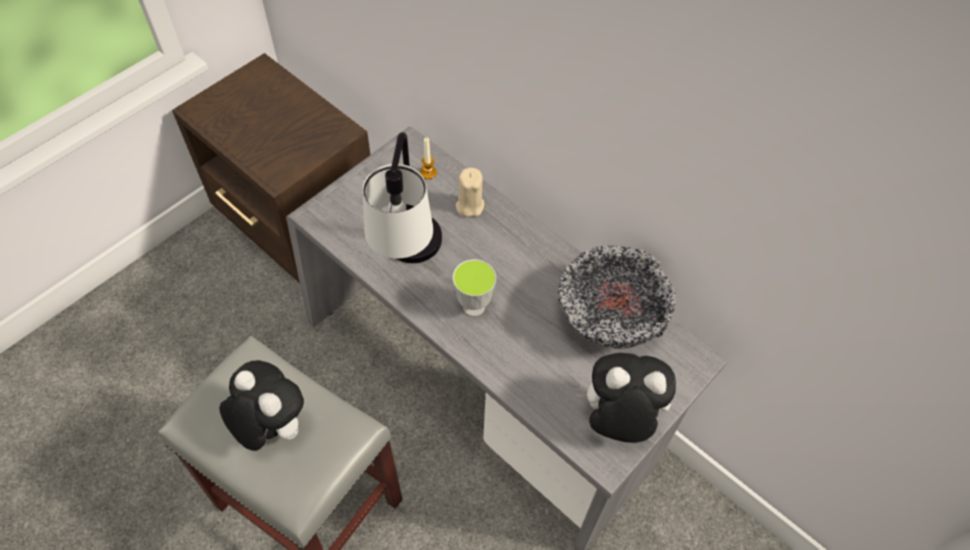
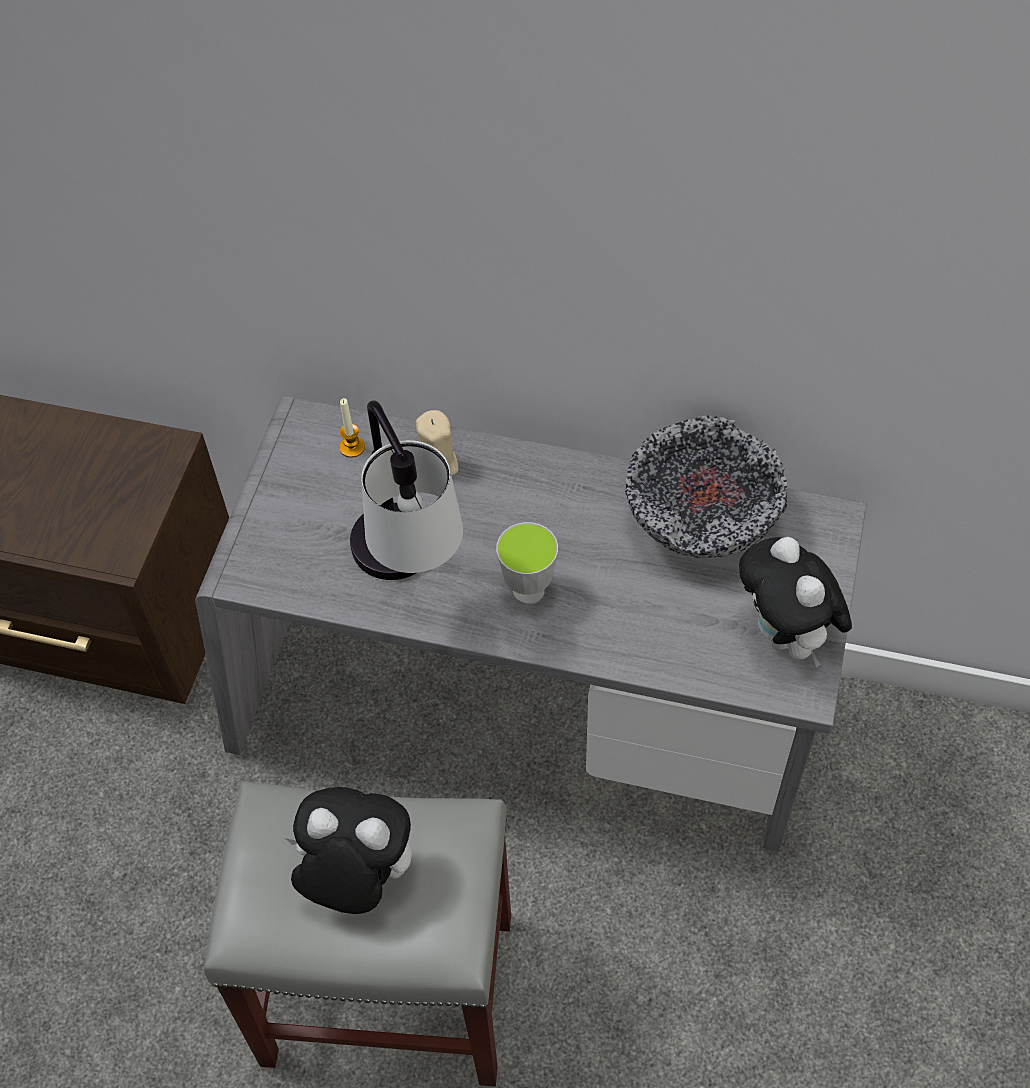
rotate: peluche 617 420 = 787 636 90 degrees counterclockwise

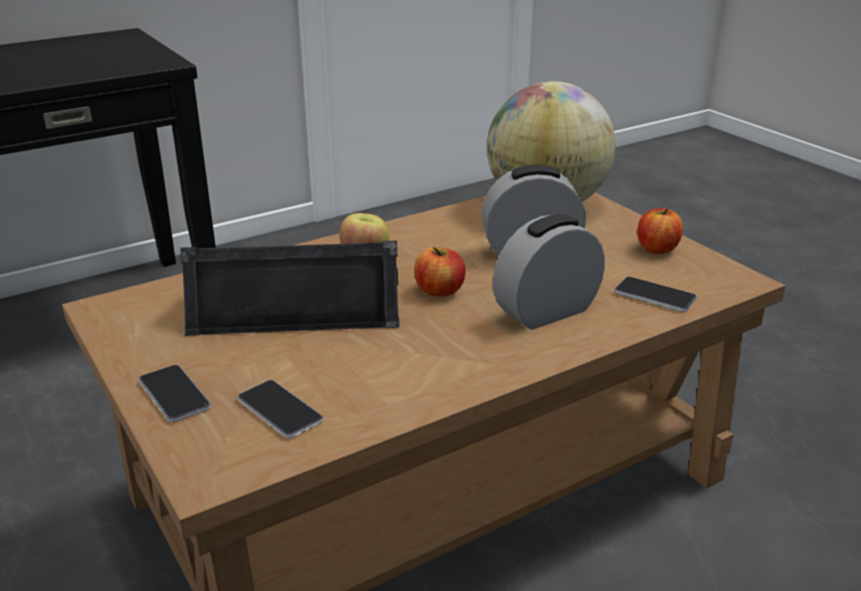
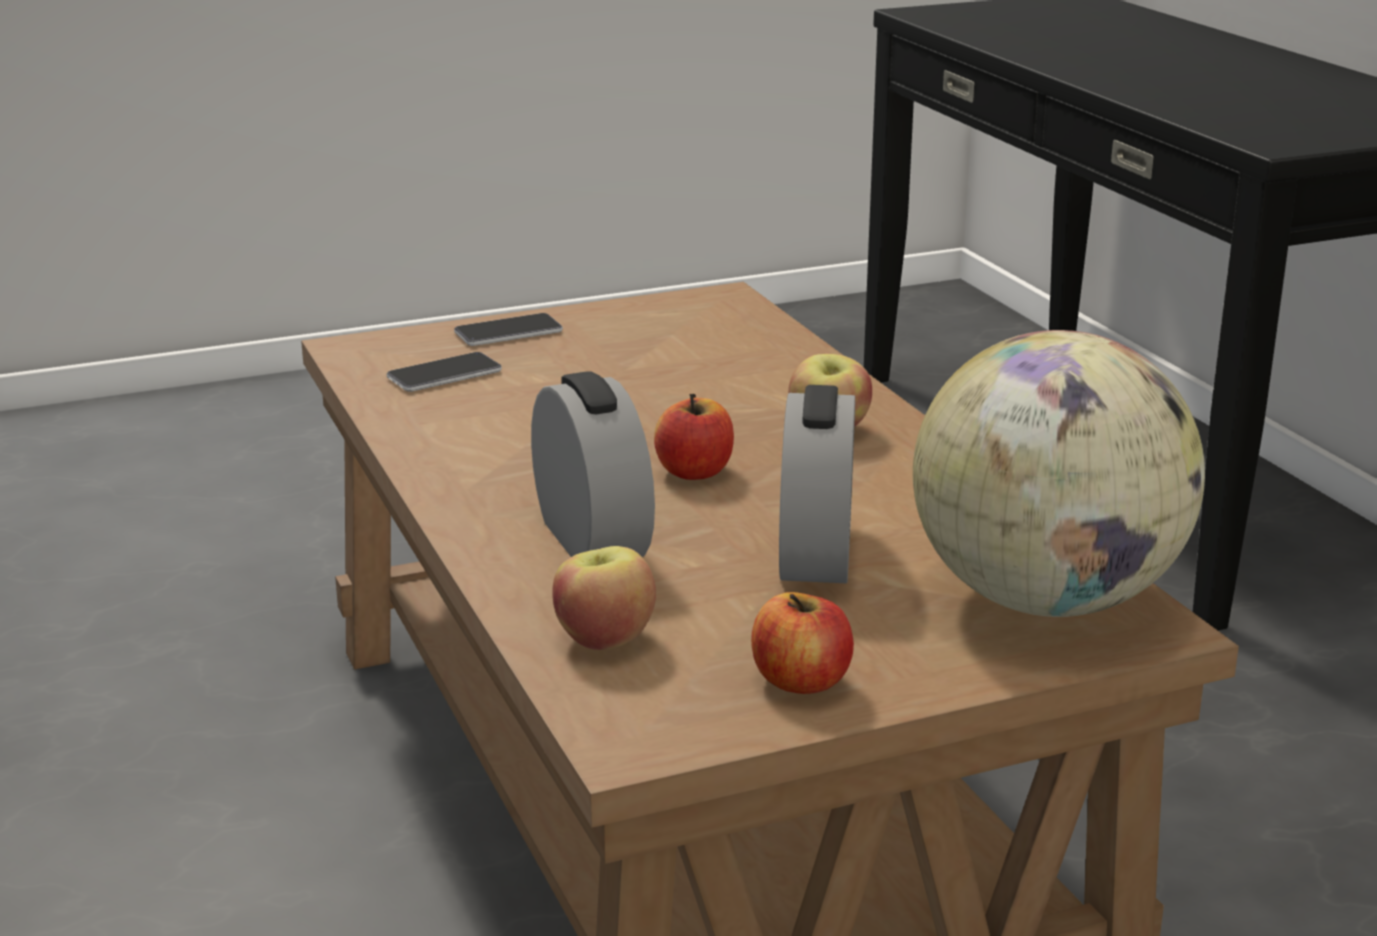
delete: altavoz (negro) 295 307
replace: móvil 654 296 to manzana 604 638

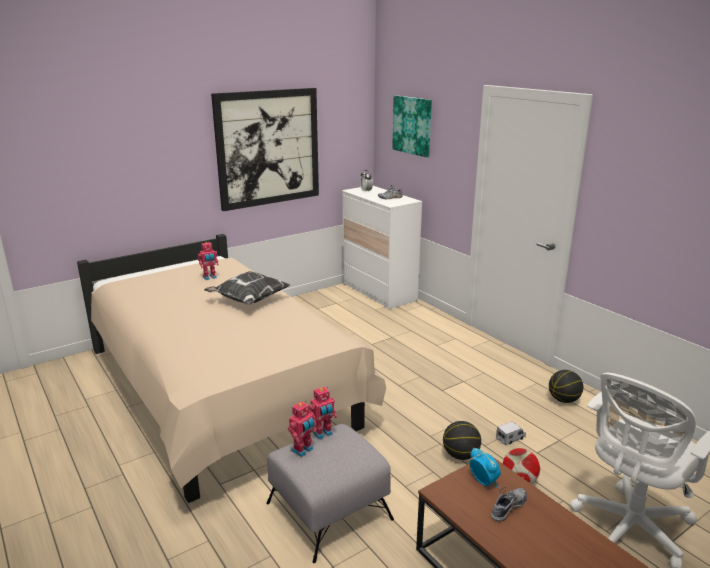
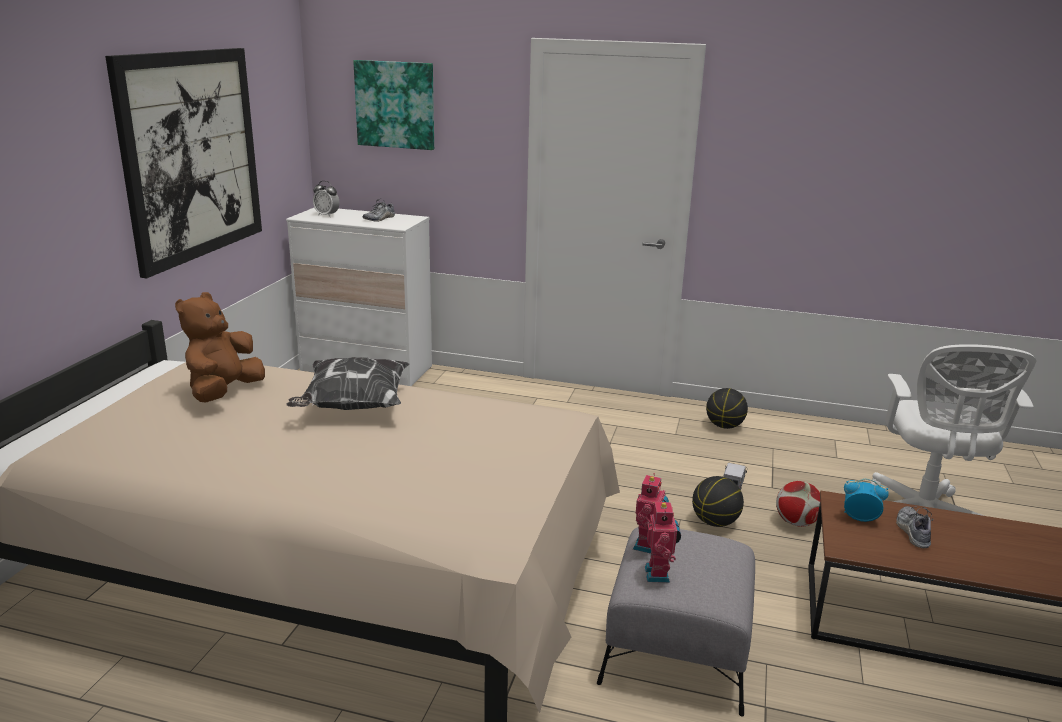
replace: robot de juguete 210 277 to peluche (marrón) 224 393

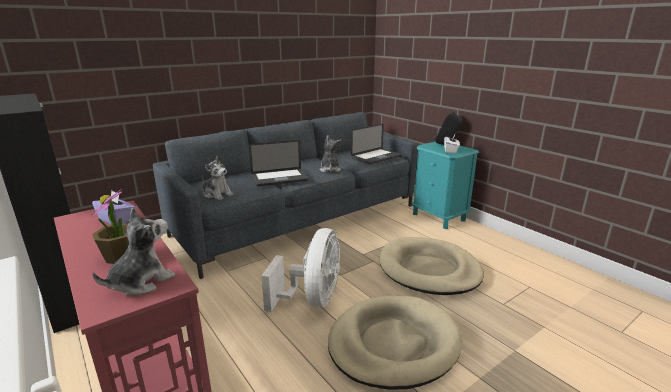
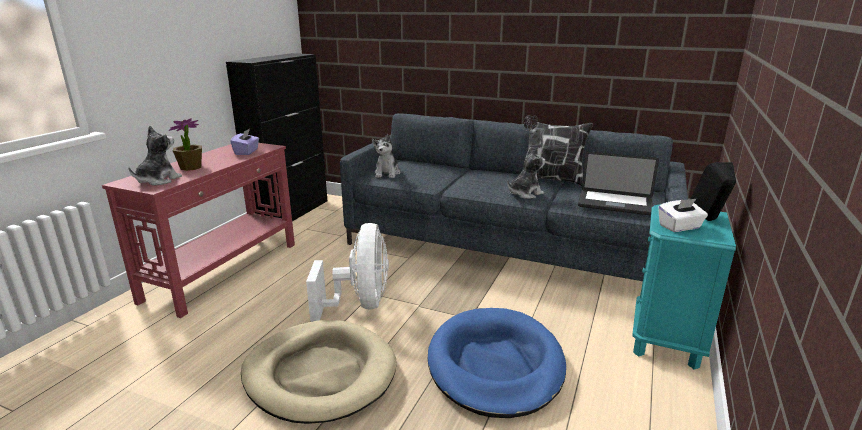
delete: portátil 279 178
insert: cojín 551 180
recolor: cama para perro (beis) 429 269 to cama para perro (azul) 495 365
rotate: peluche 141 282 = 158 180 75 degrees counterclockwise; ventilador (blanco) 312 299 = 360 304 75 degrees counterclockwise

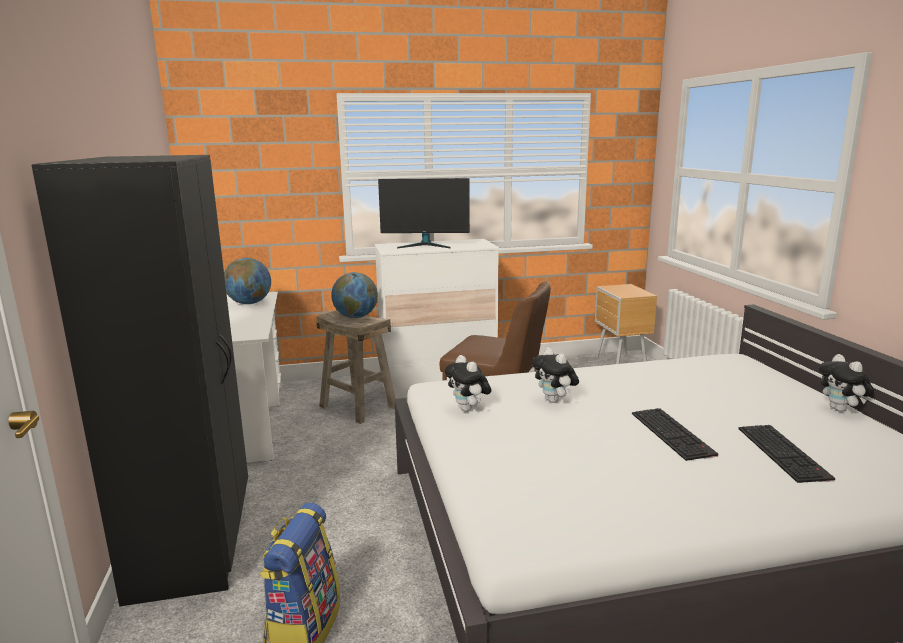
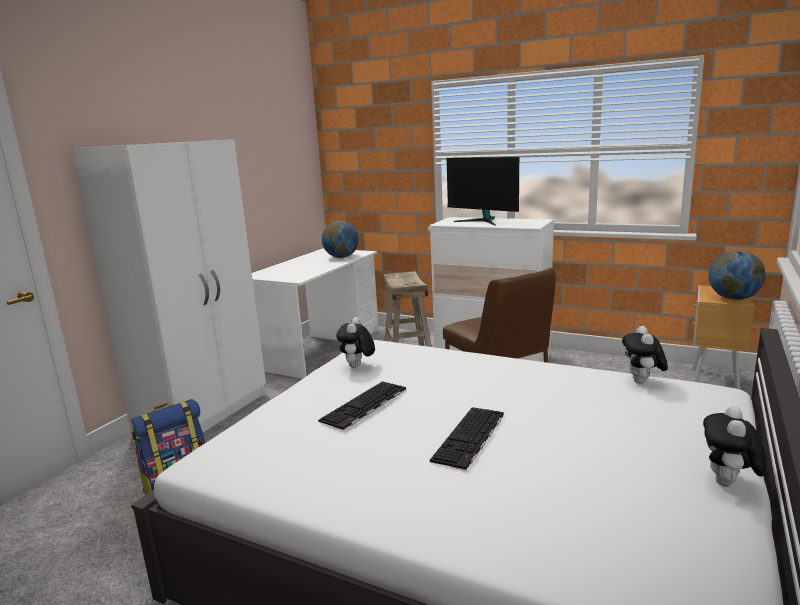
move: globo terráqueo 355 317 to 733 298; peluche 554 401 to 642 382; teclado 785 453 to 364 405
recolor: armario ropero (negro) 195 539 to armario ropero (blanco) 205 413

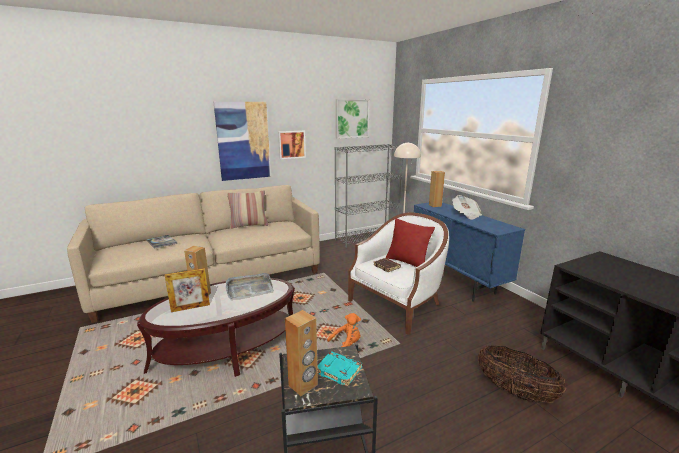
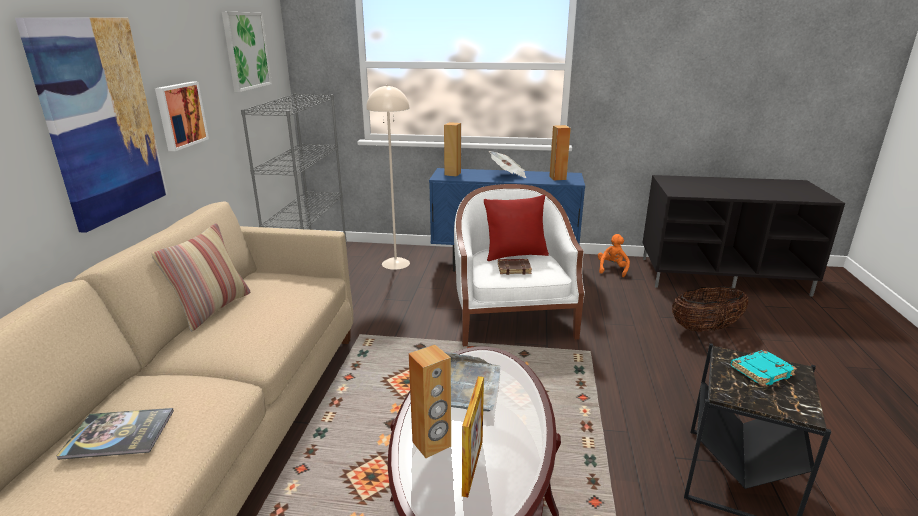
move: altavoz (marrón) 303 385 to 558 178; peluche (naranja) 346 345 to 612 269

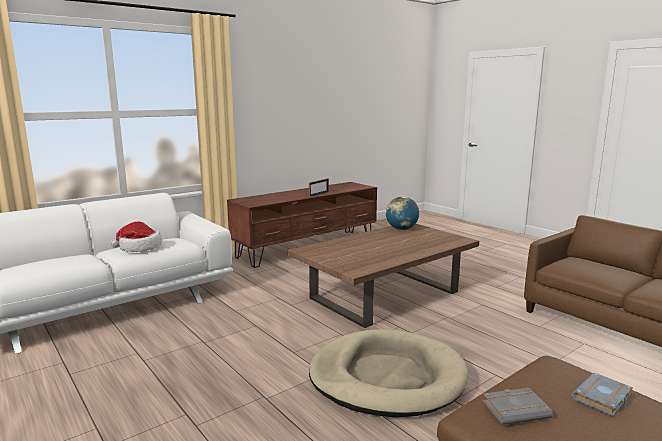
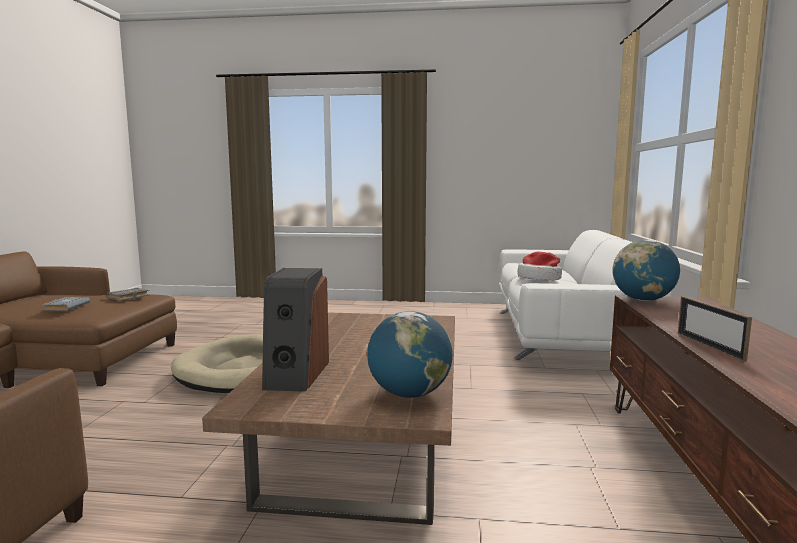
insert: altavoz 296 374; globo terráqueo 643 300

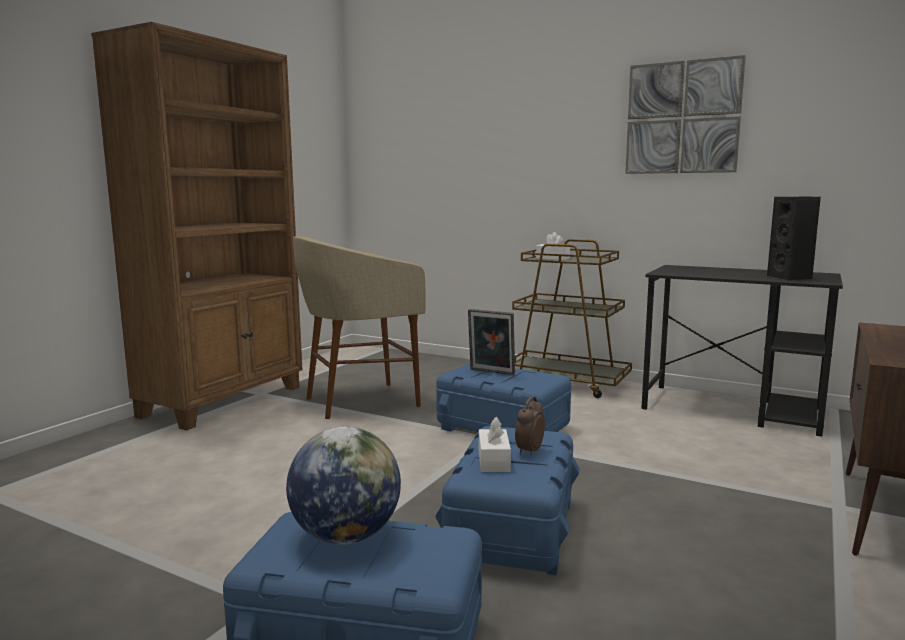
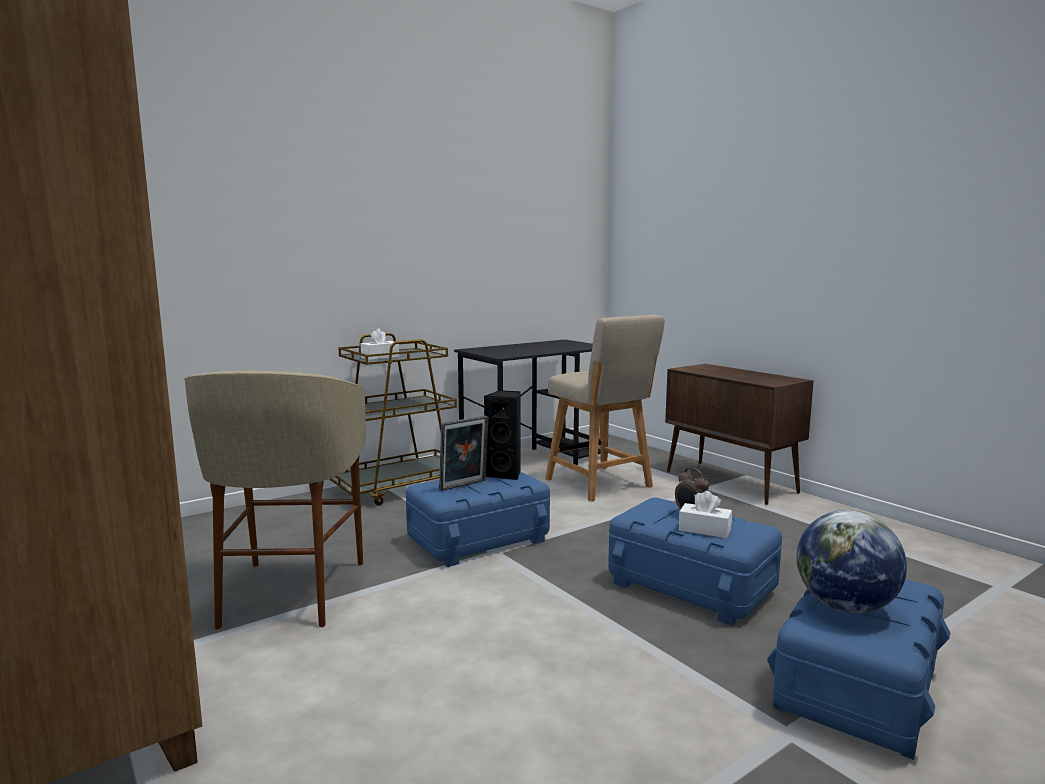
delete: cuadro 682 118
insert: silla (beis) 601 484
move: altavoz (negro) 791 277 to 505 474

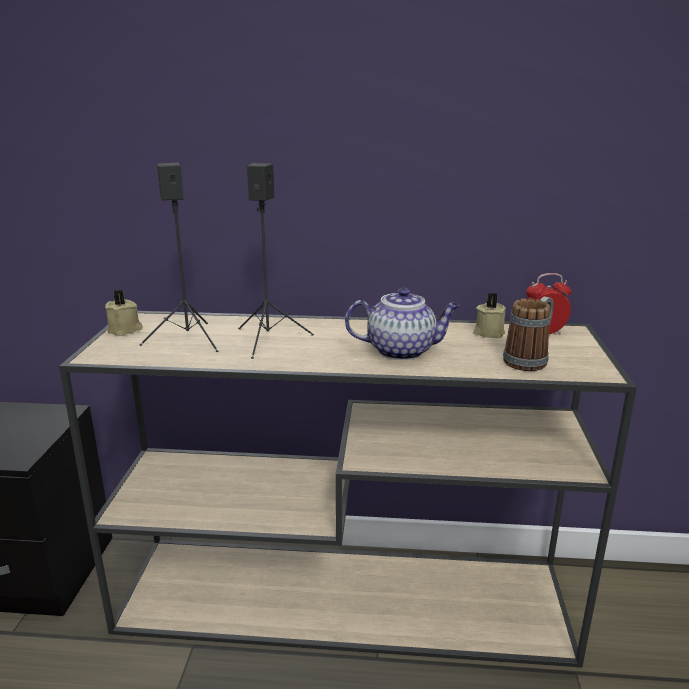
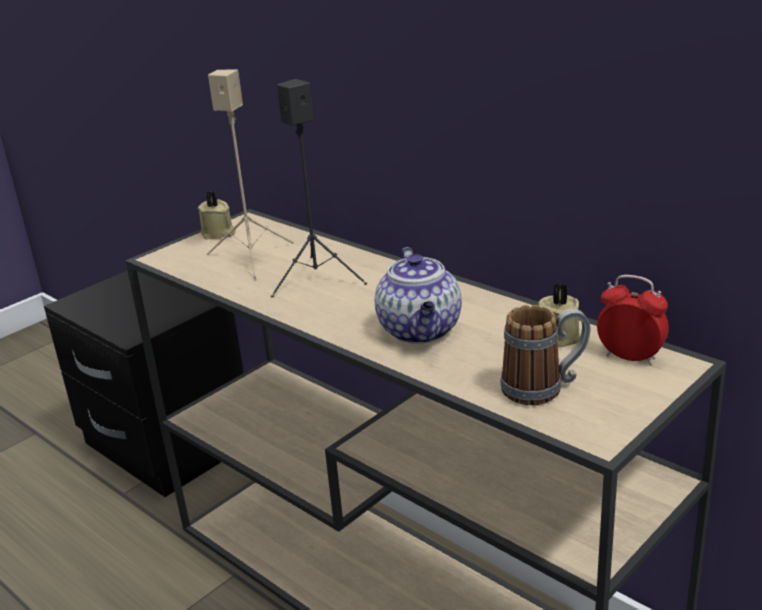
recolor: altavoz (negro) 188 339 to altavoz (beis) 252 258
rotate: tetera 402 351 = 421 331 45 degrees clockwise

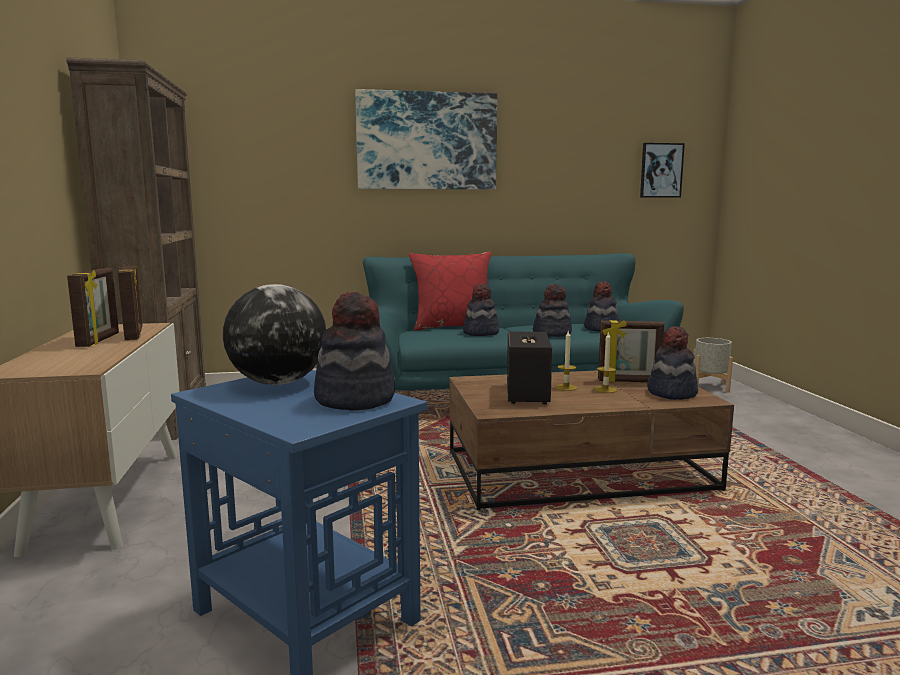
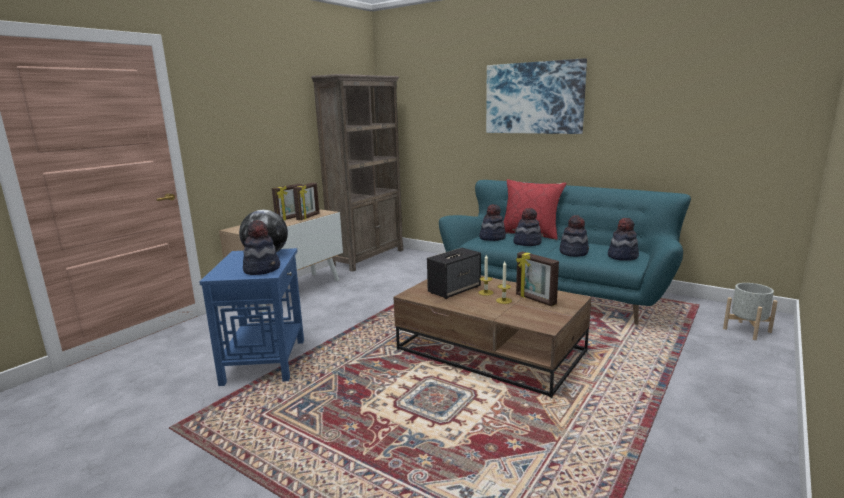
delete: cuadro 661 170
move: sombrero 671 393 to 492 238

